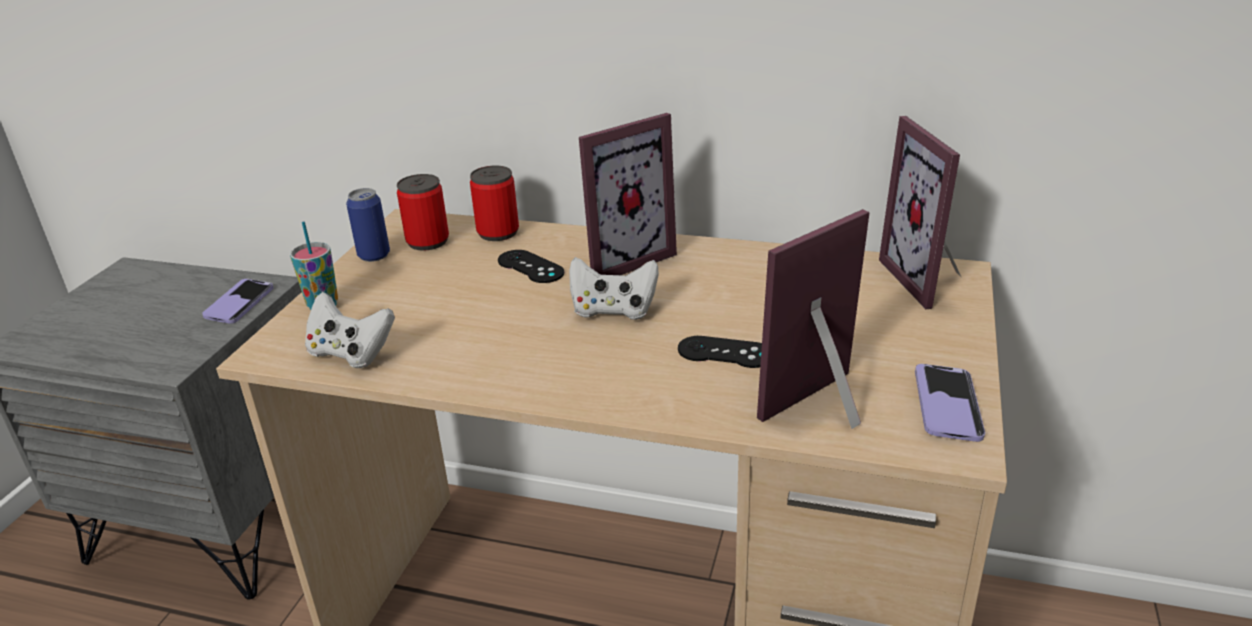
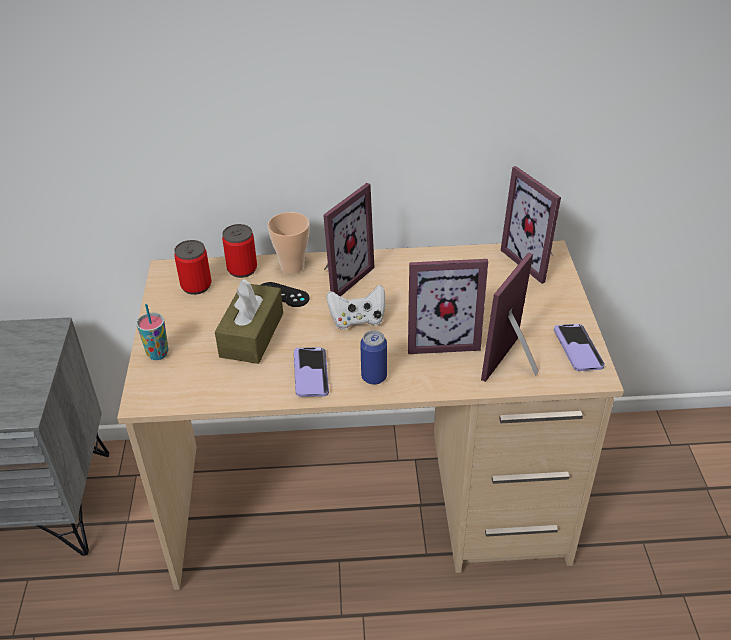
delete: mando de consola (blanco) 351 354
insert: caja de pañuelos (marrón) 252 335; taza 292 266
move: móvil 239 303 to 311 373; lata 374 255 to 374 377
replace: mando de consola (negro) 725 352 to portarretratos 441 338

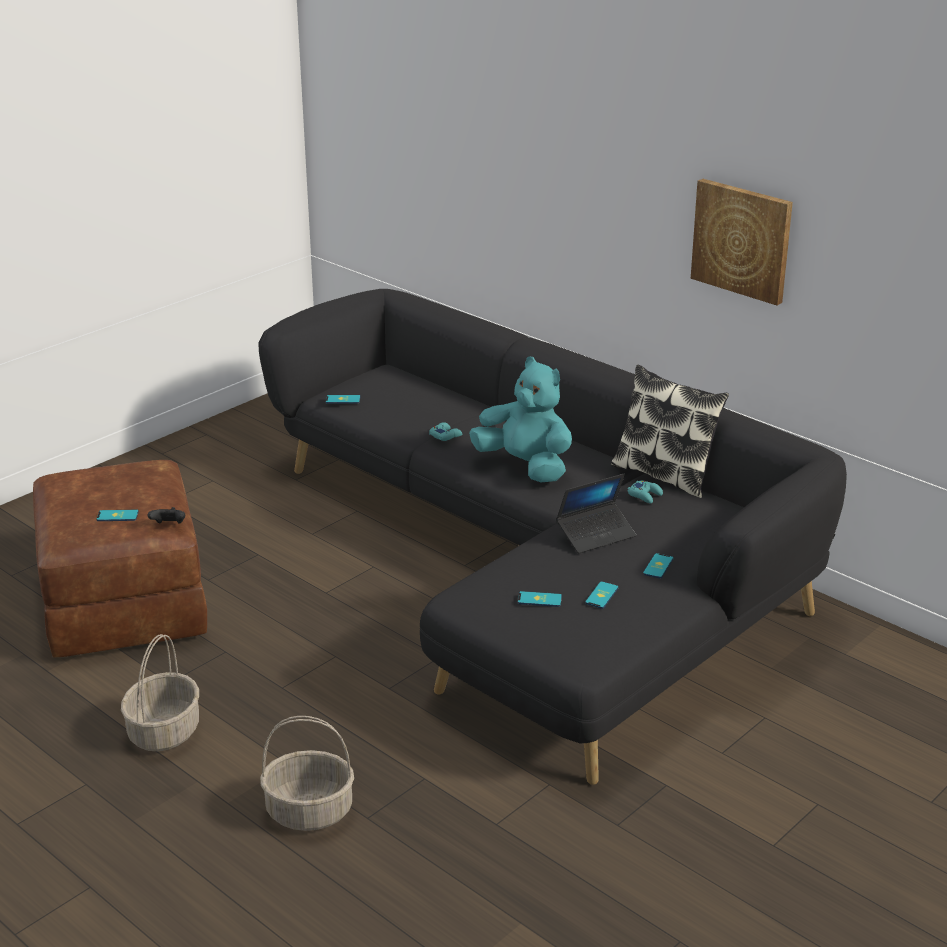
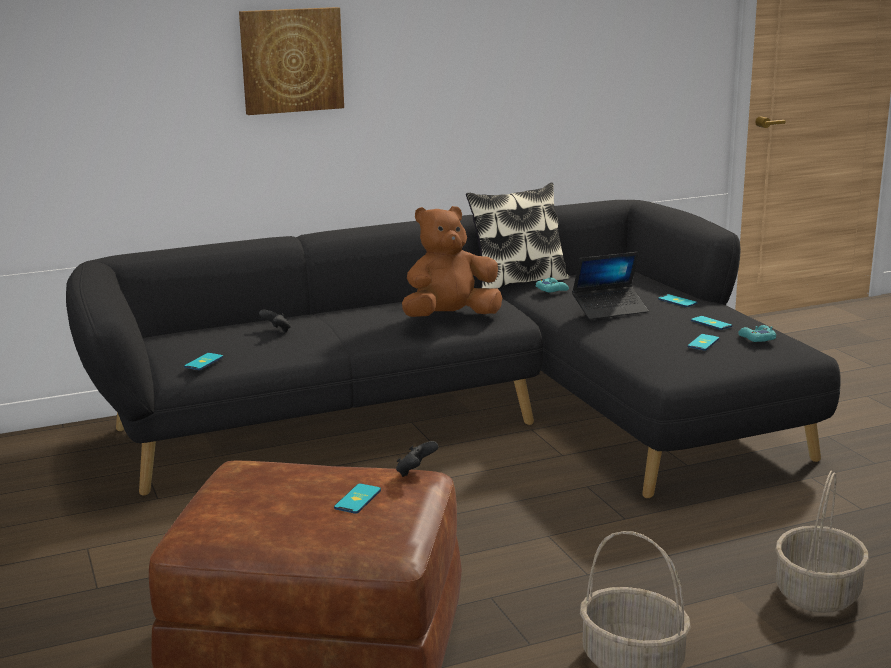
insert: mando de consola (negro) 276 331
move: mando de consola (turquesa) 445 435 to 756 338; cuadro 742 240 to 291 60
recolor: peluche (turquesa) 525 466 to peluche (marrón) 450 317
rotate: portátil 596 534 = 610 310 75 degrees clockwise

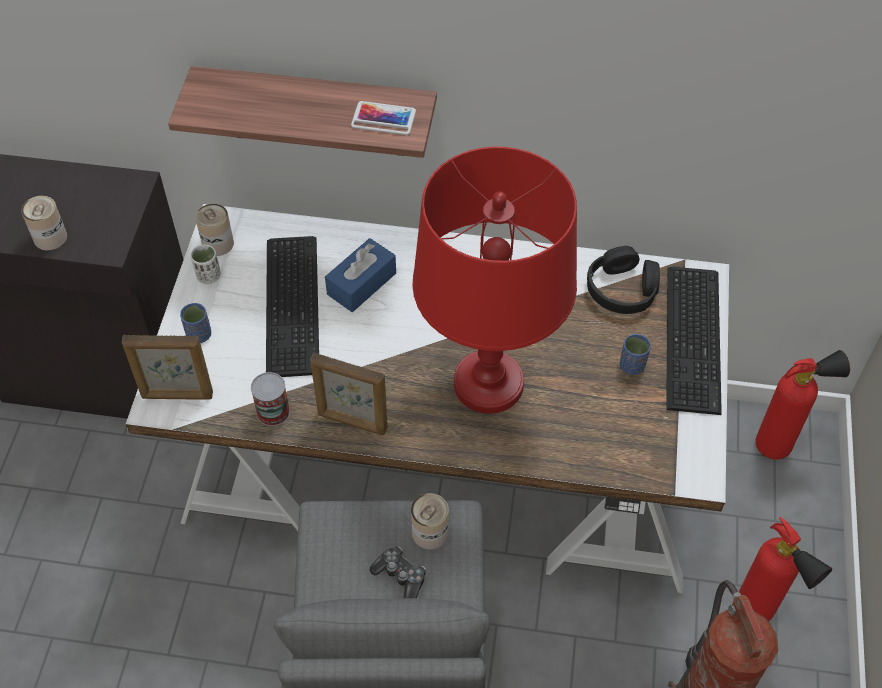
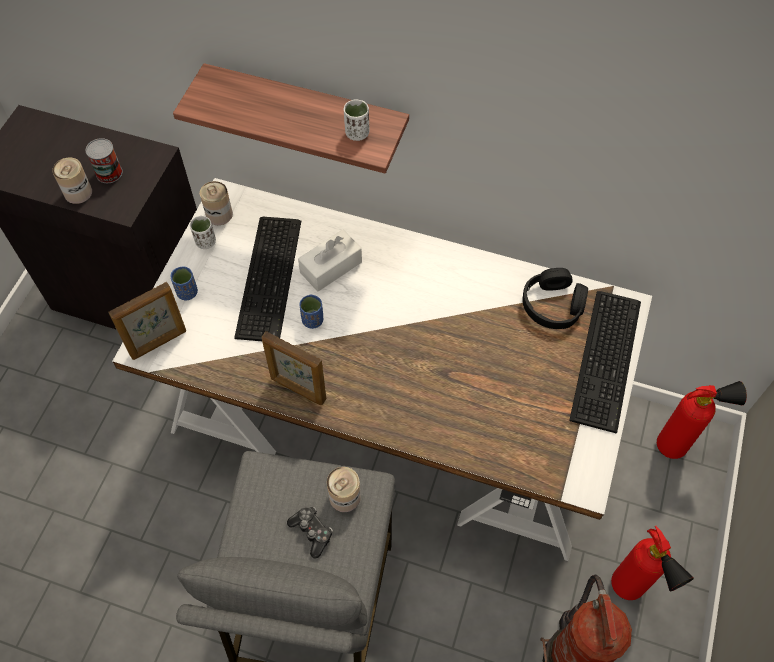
delete: lámpara de mesa (rojo) 489 384
move: lata 273 411 to 109 173; taza (azul) 632 366 to 312 320
replace: móvil 383 119 to taza (blanco) 357 133
recolor: caja de pañuelos (azul) 361 284 to caja de pañuelos (blanco) 331 267
rotate: portarretratos 177 395 = 159 343 45 degrees counterclockwise

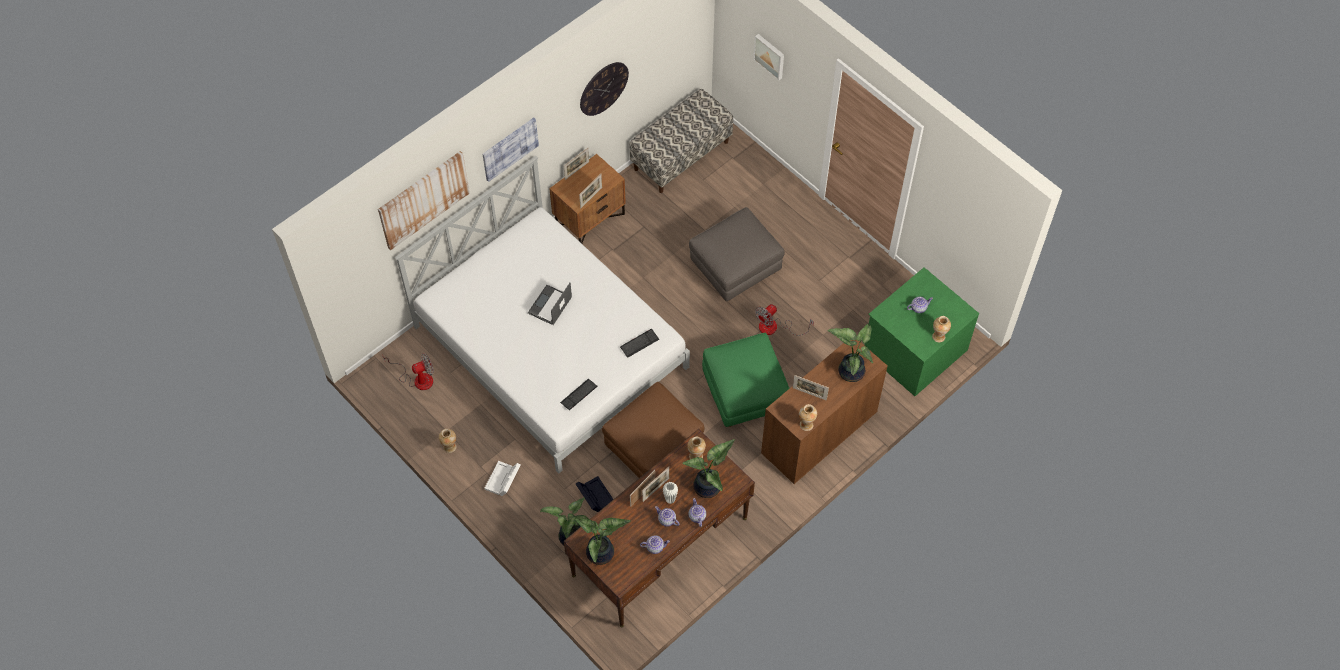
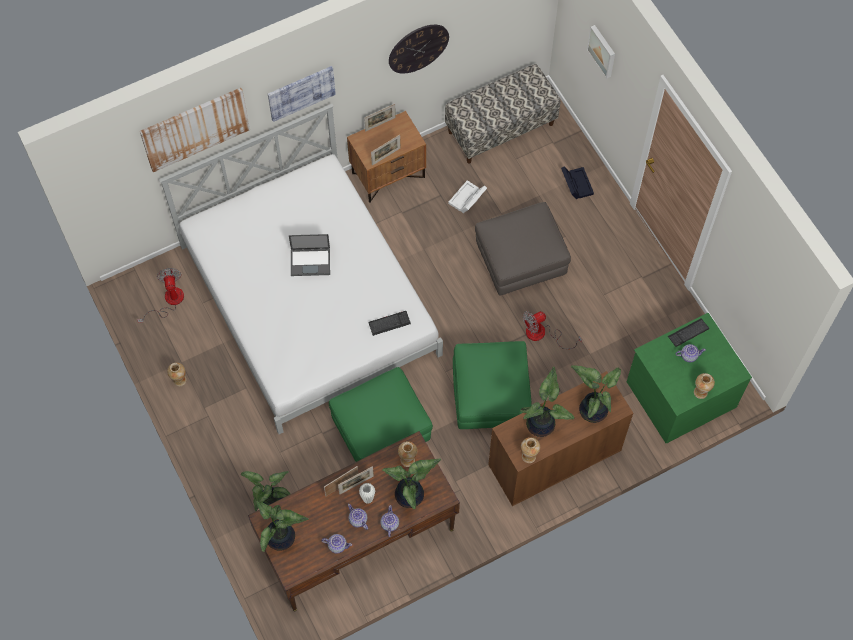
move: caja de almacenaje (blanco) 503 481 to 467 200; teclado 578 395 to 688 333; caja de almacenaje (negro) 594 495 to 576 184
replace: portarretratos 809 394 to planta en maceta 542 423
recolor: puf (marrón) 653 446 to puf (verde) 381 430
rotate: ventilador 417 379 = 168 301 90 degrees counterclockwise; portátil 549 305 = 311 261 135 degrees counterclockwise

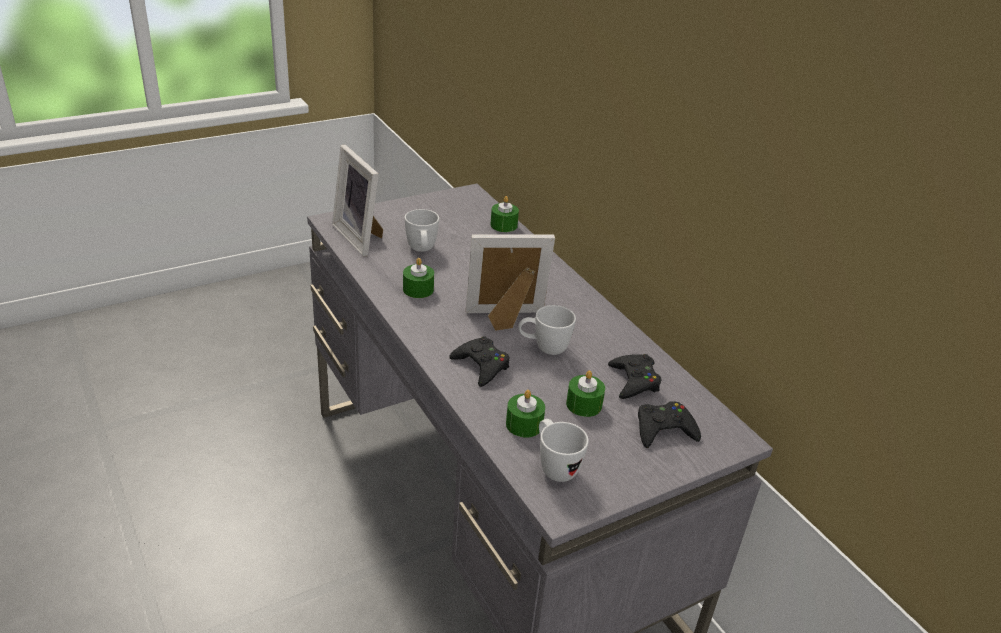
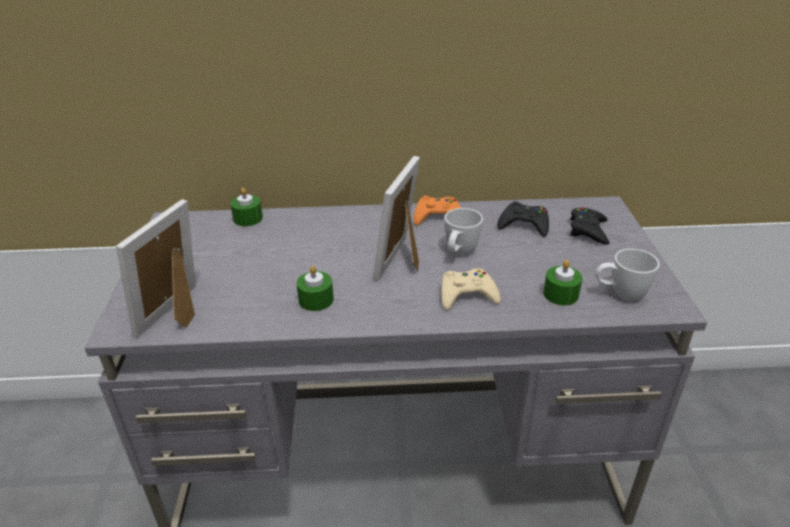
delete: taza grande (blanco) 422 251; vela (verde) 584 404
insert: mando de consola (naranja) 437 216
recolor: mando de consola (negro) 481 366 to mando de consola (beis) 467 294
rotate: portarretratos 361 237 = 179 314 120 degrees clockwise

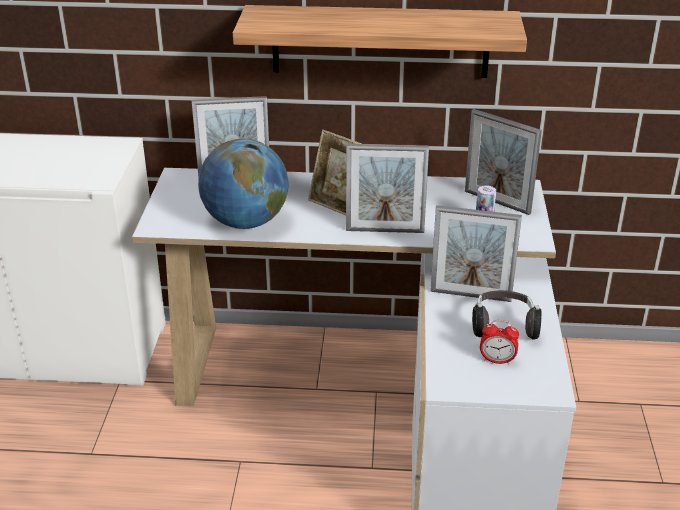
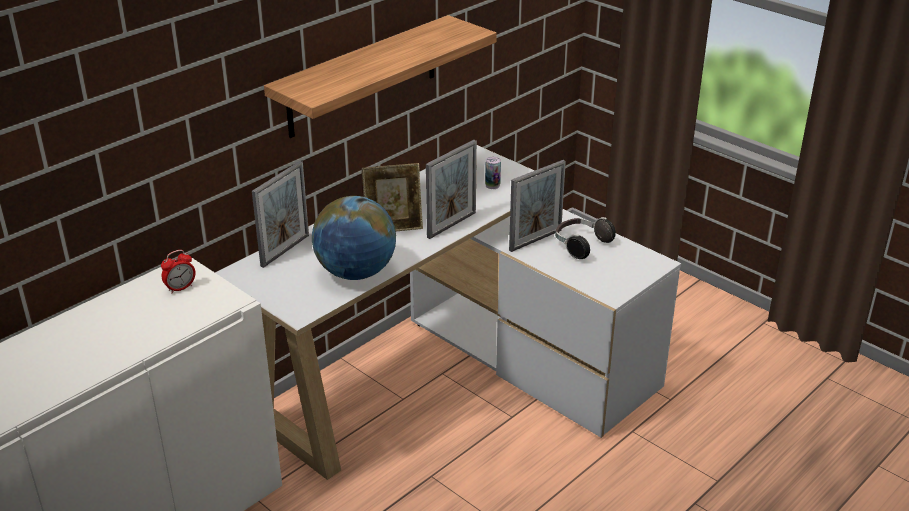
delete: portarretratos 497 202
move: despertador 497 360 to 180 288

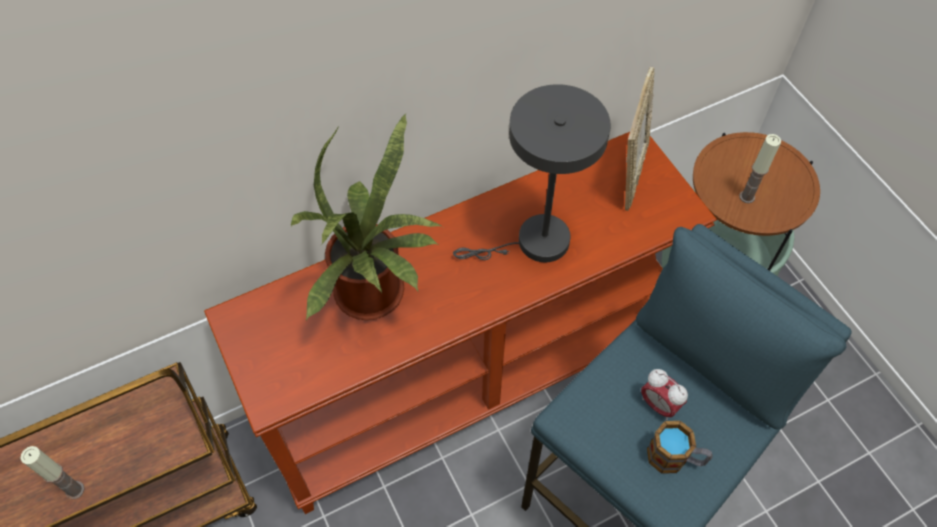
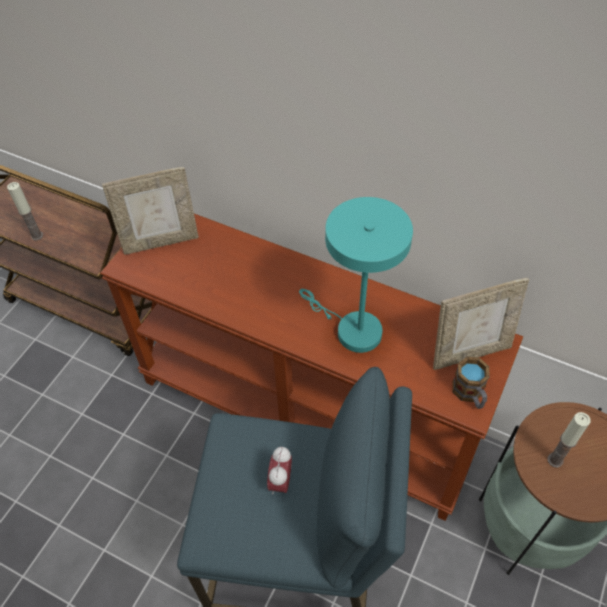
delete: planta en maceta 376 295
insert: portarretratos 161 241
move: taza grande 675 458 to 470 394
recolor: lámpara de mesa (gris) 534 243 to lámpara de mesa (turquesa) 352 330

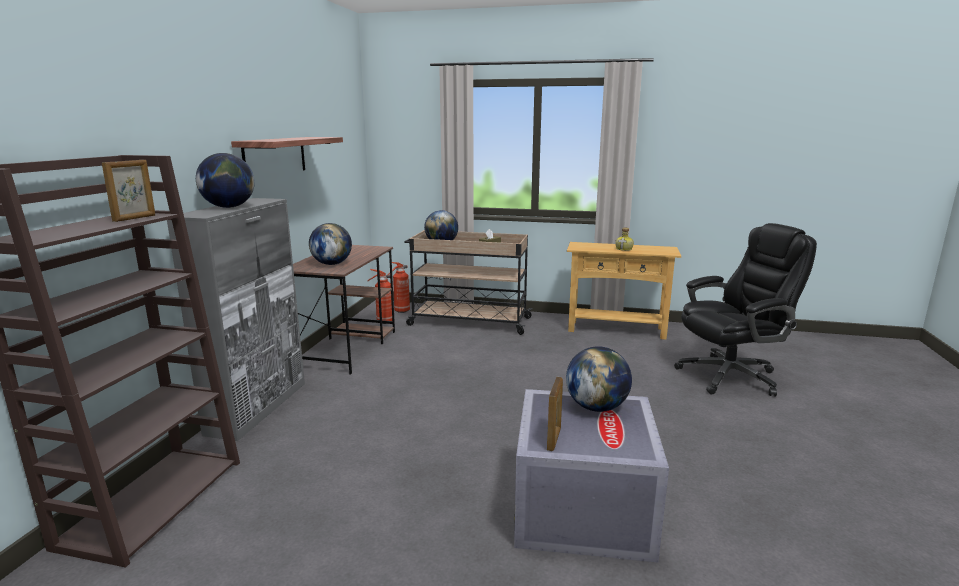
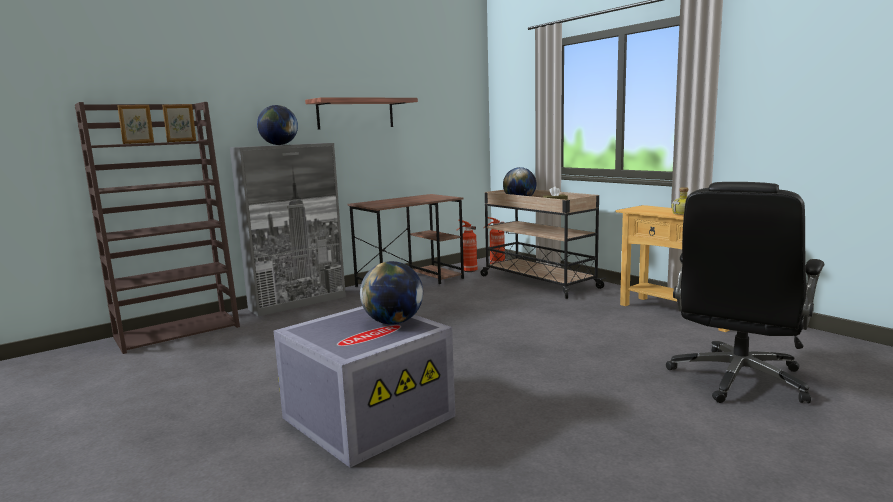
delete: globo terráqueo 332 264
move: portarretratos 554 439 to 138 143
rotate: silla de oficina (negro) 731 376 = 737 379 105 degrees clockwise

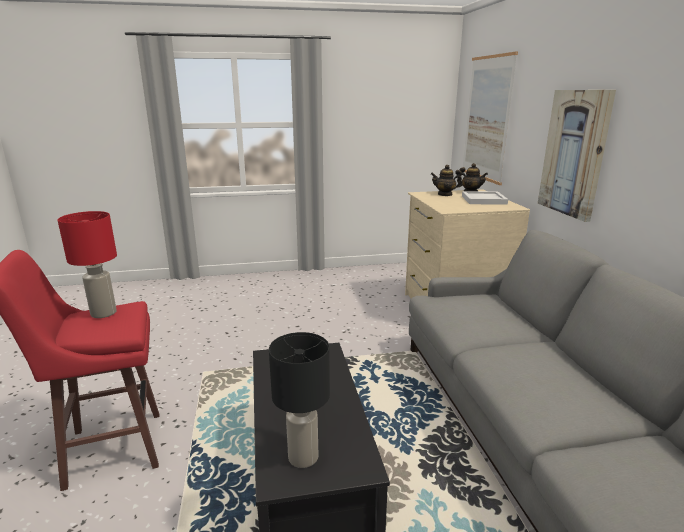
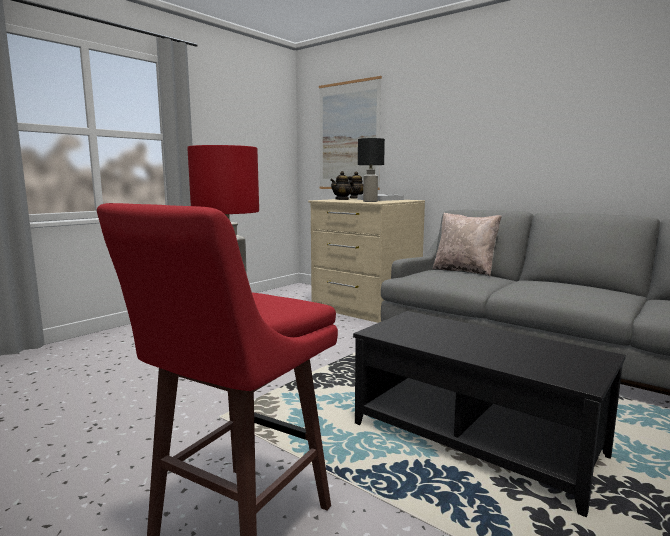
delete: cuadro 574 153
insert: cojín (beis) 464 271
move: lámpara de mesa (negro) 304 457 to 370 201

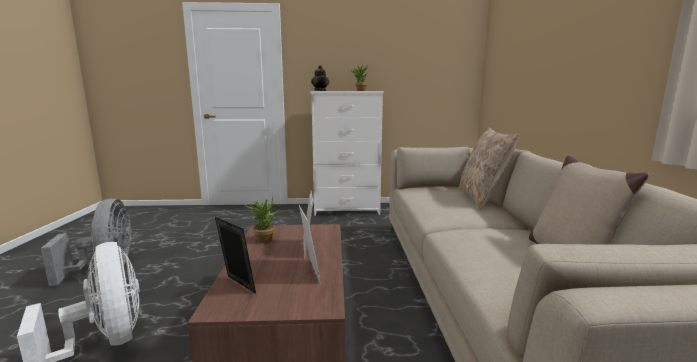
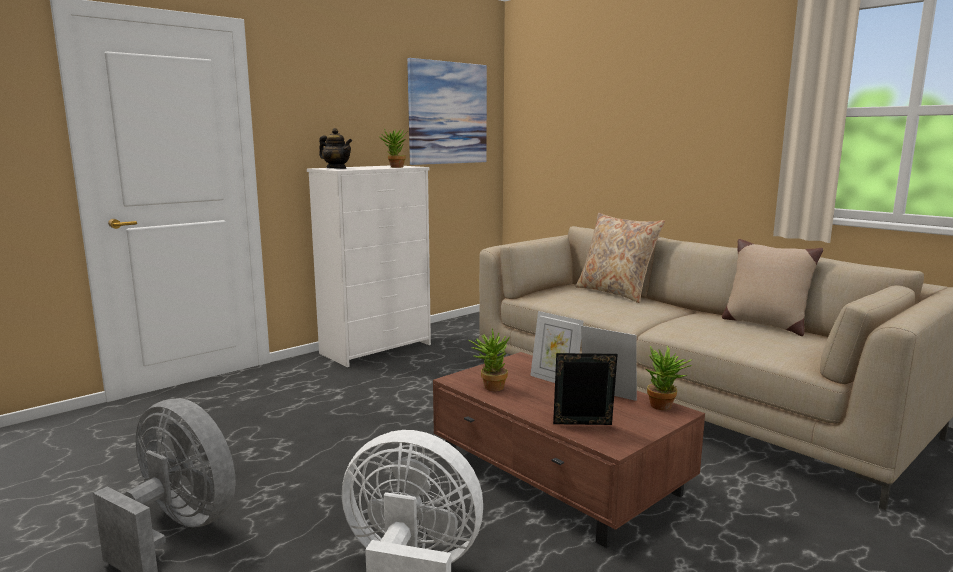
insert: cuadro 447 113; planta en maceta 665 407

